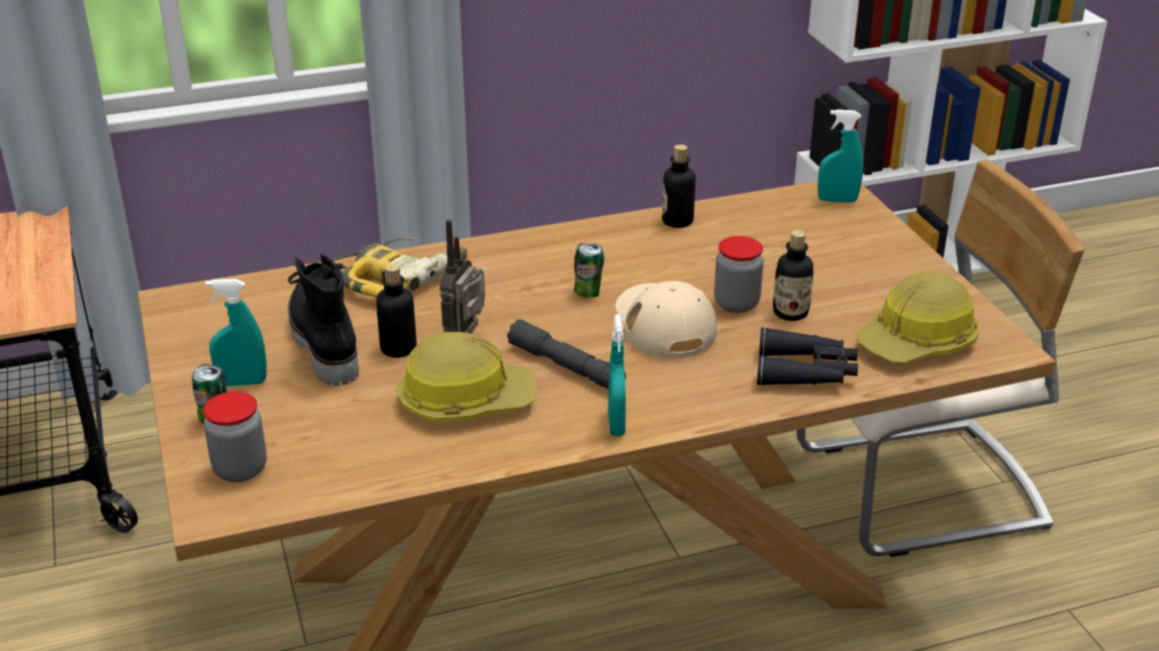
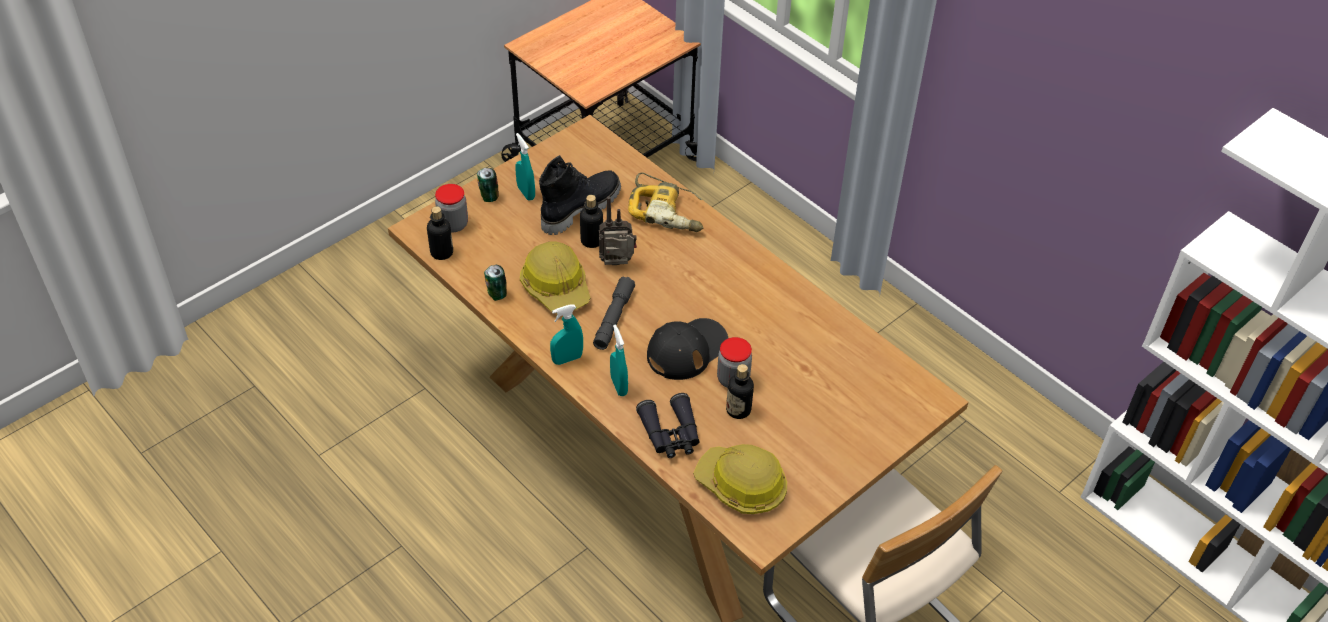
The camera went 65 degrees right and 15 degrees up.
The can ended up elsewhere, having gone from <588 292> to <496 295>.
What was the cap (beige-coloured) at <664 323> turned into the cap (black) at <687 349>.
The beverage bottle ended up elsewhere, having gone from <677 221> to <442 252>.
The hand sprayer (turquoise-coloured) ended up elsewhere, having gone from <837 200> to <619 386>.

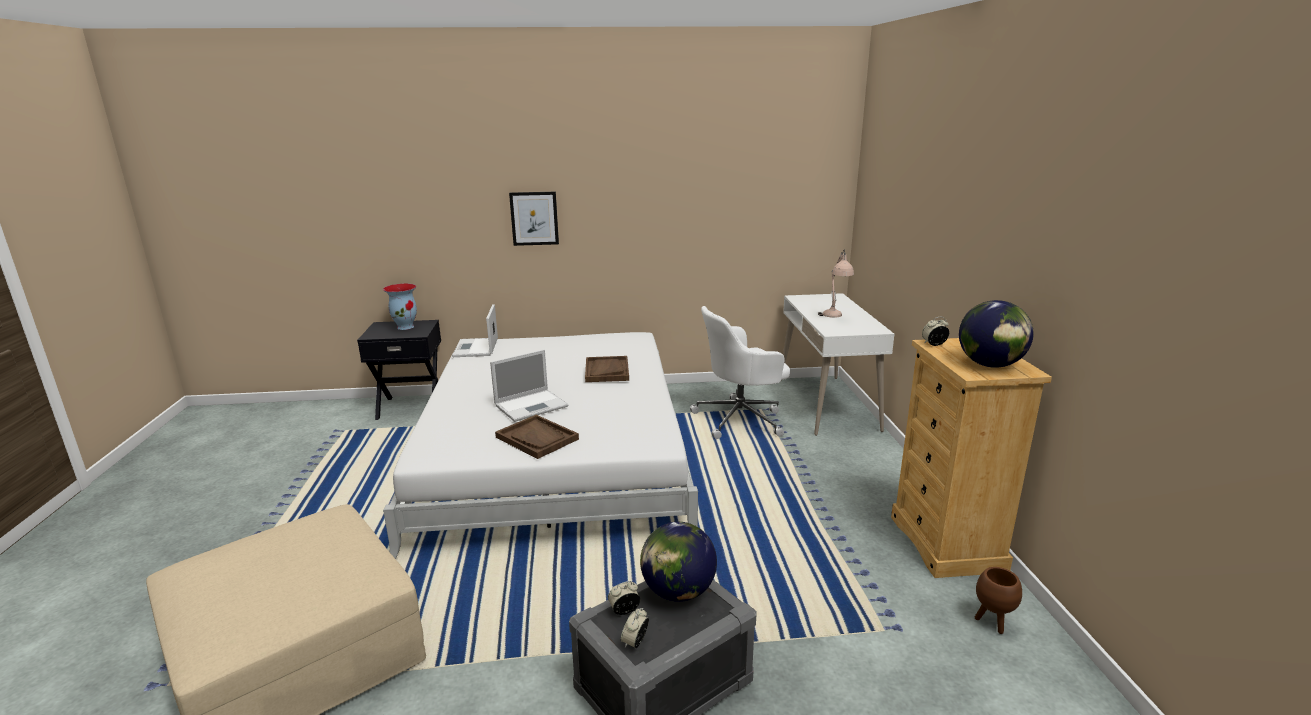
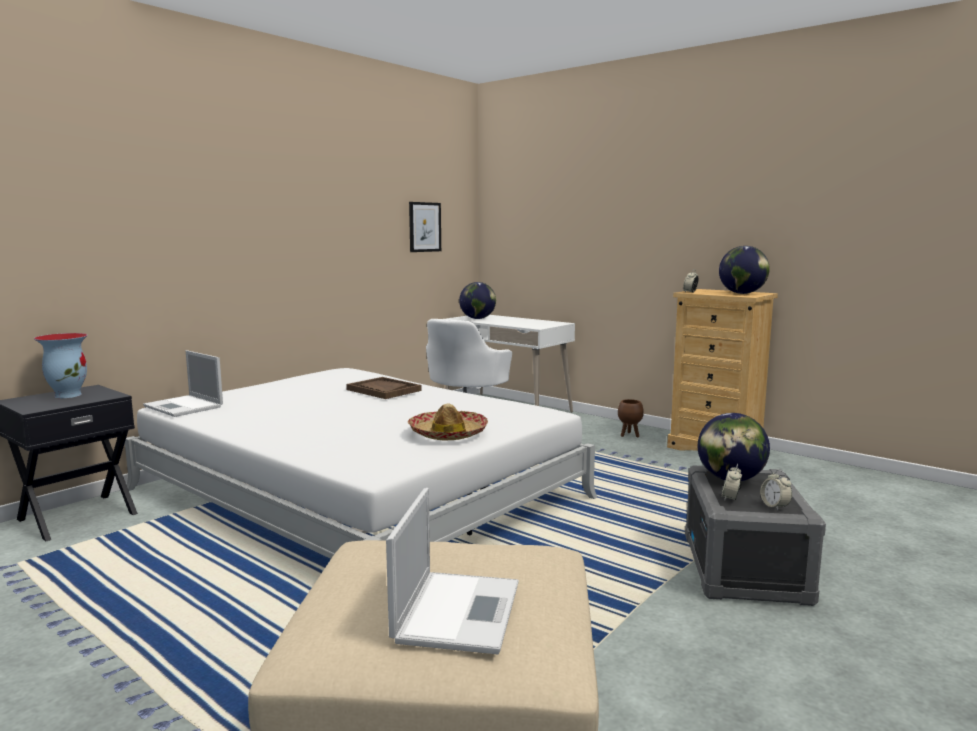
The camera went 45 degrees left and 10 degrees down.
The laptop ended up elsewhere, having gone from <532 405> to <458 610>.
Where the carrying tray (brown-coloured) stood at <537 438>, the wearable hat came to stand at <447 434>.
The wall art ended up elsewhere, having gone from <534 218> to <424 227>.
The second view lost the lamp for a table (beige-coloured) at <834 317>.
The plant pot (brown-coloured) ended up elsewhere, having gone from <992 622> to <629 435>.
The second view gained the desk globe at <477 318>.

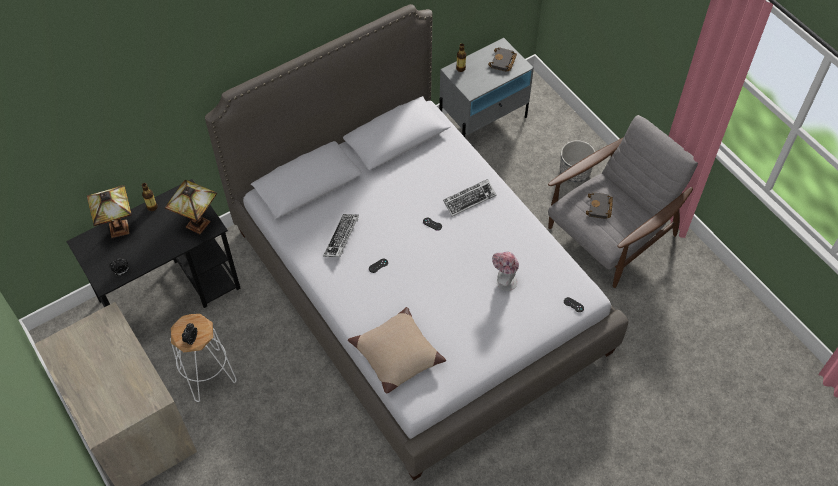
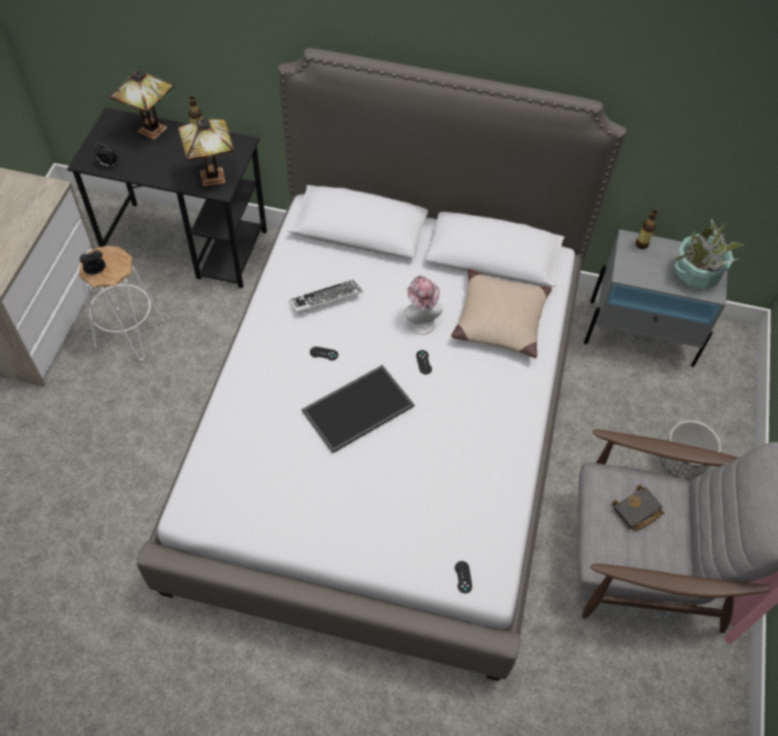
The camera went 45 degrees right and 0 degrees up.
The cushion (beige-coloured) ended up elsewhere, having gone from <396 355> to <499 320>.
The second view lost the PC keyboard at <469 199>.
Where the volume (black) stood at <503 62>, the potted plant came to stand at <696 273>.
The wearable hat ended up elsewhere, having gone from <504 281> to <420 320>.
The second view gained the carrying tray at <358 407>.

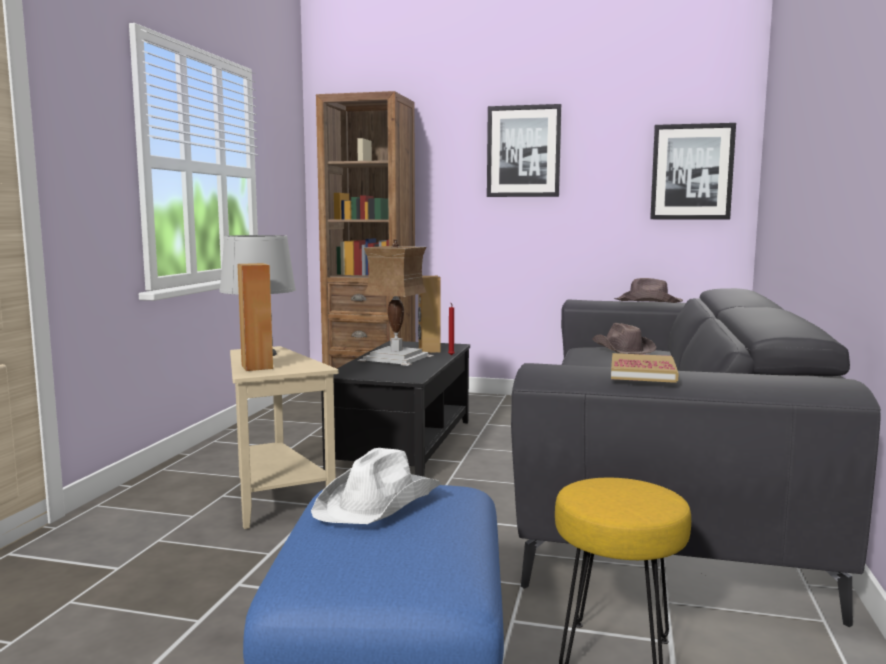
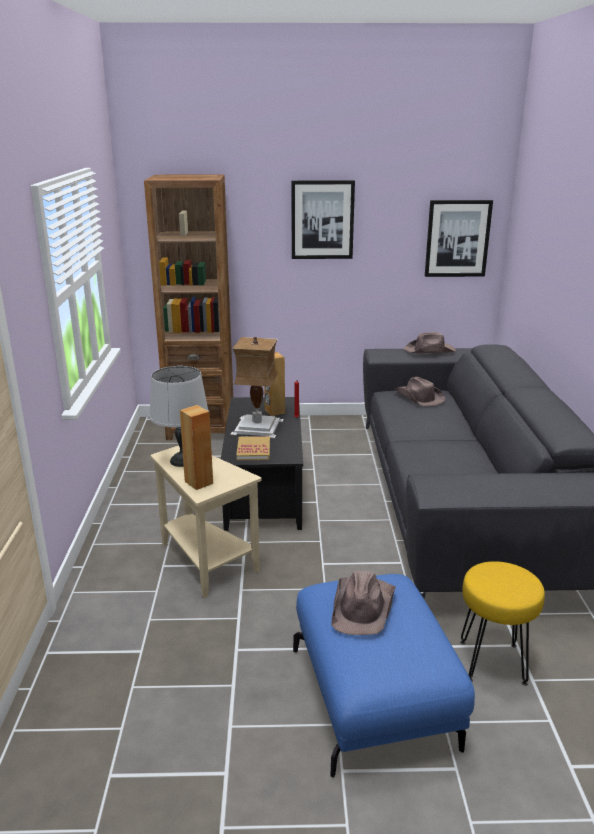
The camera went 15 degrees left and 15 degrees up.
What was the wearable hat (white-coloured) at <380 502> turned into the wearable hat (brown-coloured) at <363 607>.
The volume ended up elsewhere, having gone from <642 372> to <253 450>.

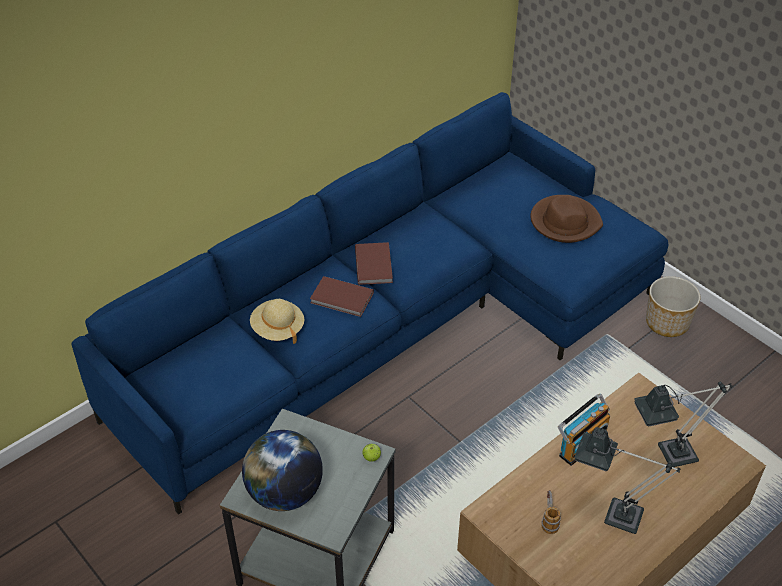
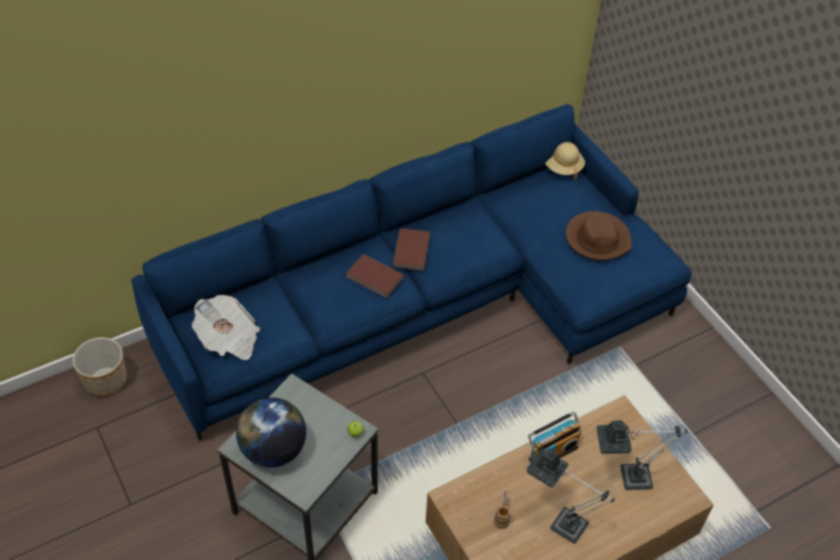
The camera went 10 degrees right and 5 degrees up.
The wearable hat (beige-coloured) ended up elsewhere, having gone from <278 329> to <562 166>.
The plant pot ended up elsewhere, having gone from <666 322> to <106 380>.
The second view gained the daily paper at <228 339>.

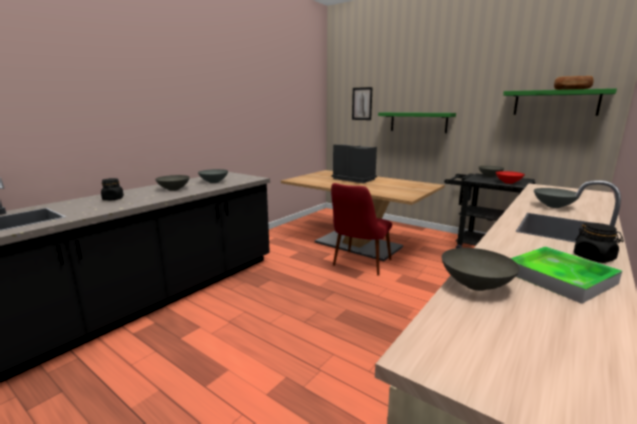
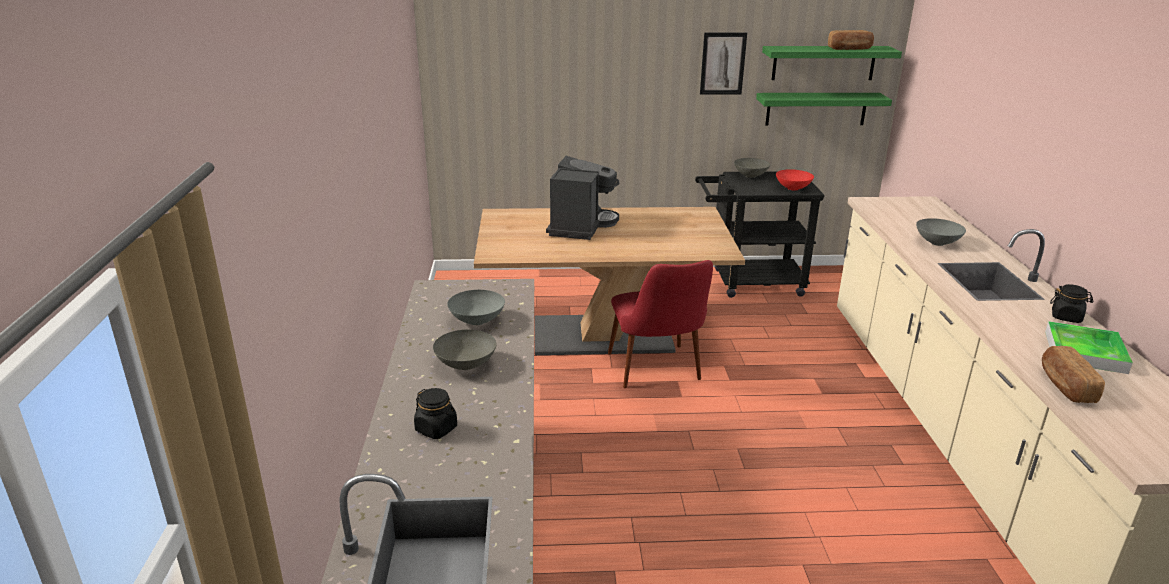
The camera went 40 degrees left and 10 degrees up.
The coffee maker at <353 179> ended up facing another way, 105 degrees clockwise from before.
The wall art ended up elsewhere, having gone from <362 103> to <723 63>.
The bracket shelf (greenish) ended up elsewhere, having gone from <418 122> to <816 109>.
Where the bowl (grey) stood at <476 285>, the bread came to stand at <1065 386>.

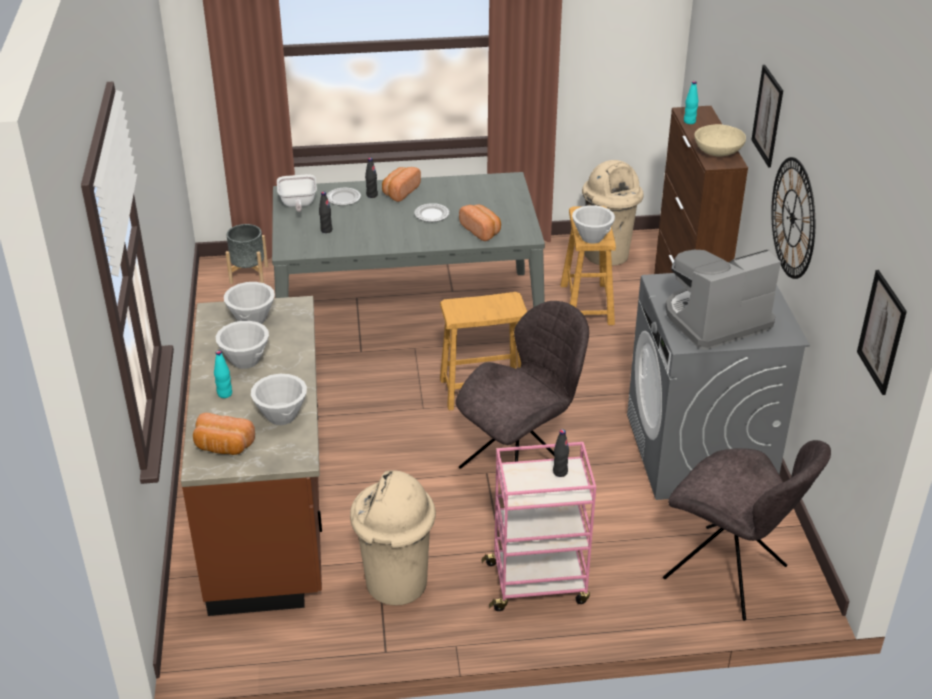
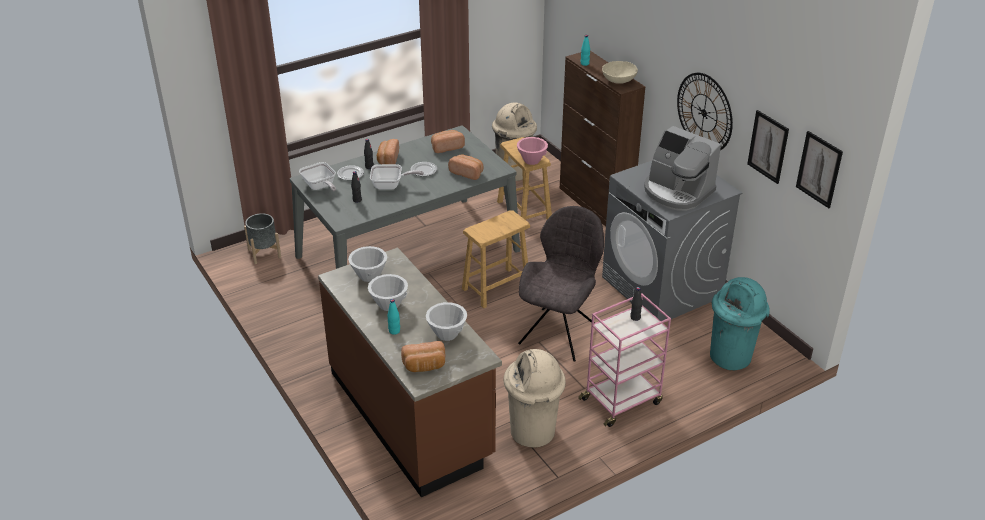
The camera went 25 degrees left and 0 degrees up.
What was the bowl (white-coloured) at <591 238> turned into the bowl (pinkish) at <531 160>.
Where the upright chair (grey) stood at <729 575>, the waste bin (turquoise-coloured) came to stand at <731 357>.
The coffee maker at <714 320> ended up facing another way, 90 degrees counterclockwise from before.
The wall art ended up elsewhere, having gone from <767 116> to <768 146>.
The second view gained the pan at <390 185>.
The second view gained the bread at <446 147>.

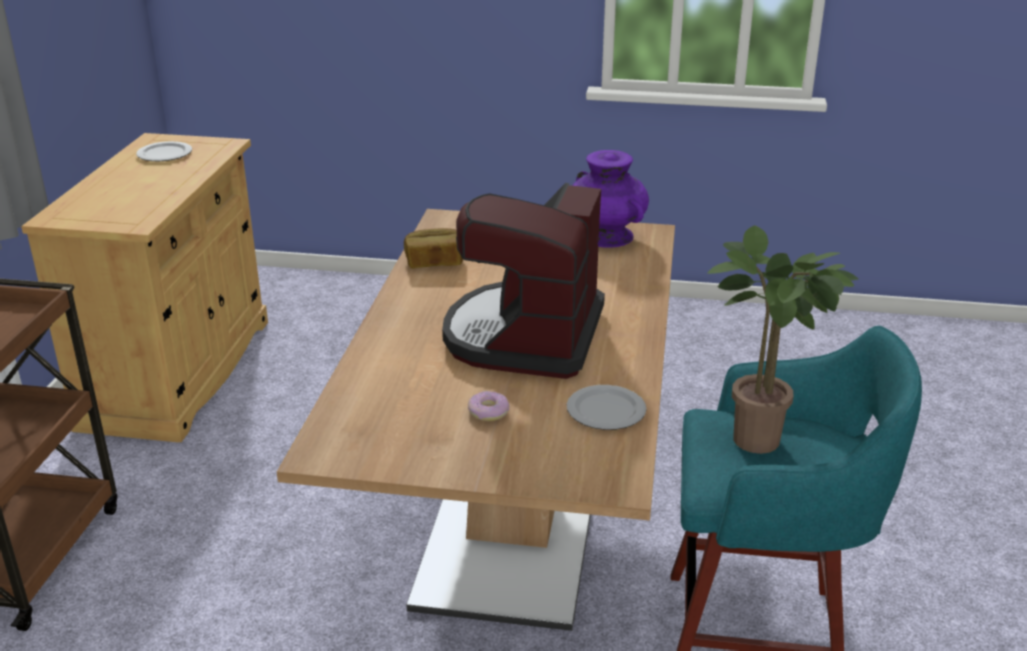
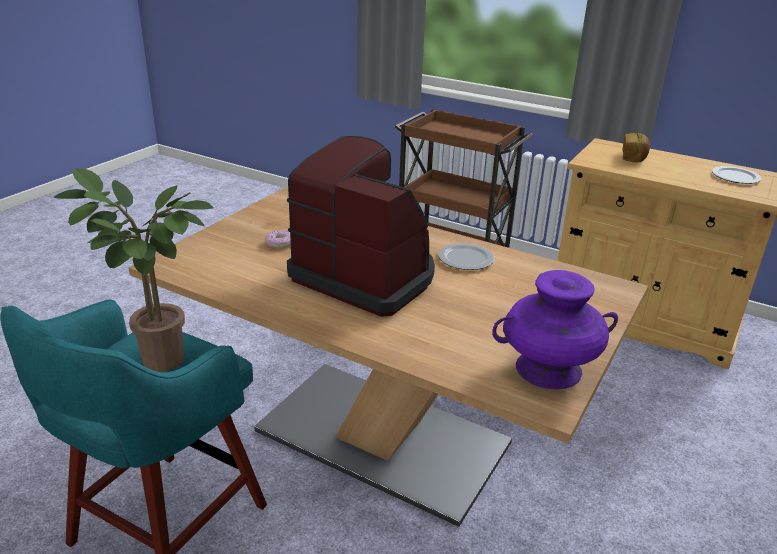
The camera went 110 degrees right and 0 degrees up.
The bread ended up elsewhere, having gone from <434 262> to <633 158>.
The plate ended up elsewhere, having gone from <604 410> to <466 258>.

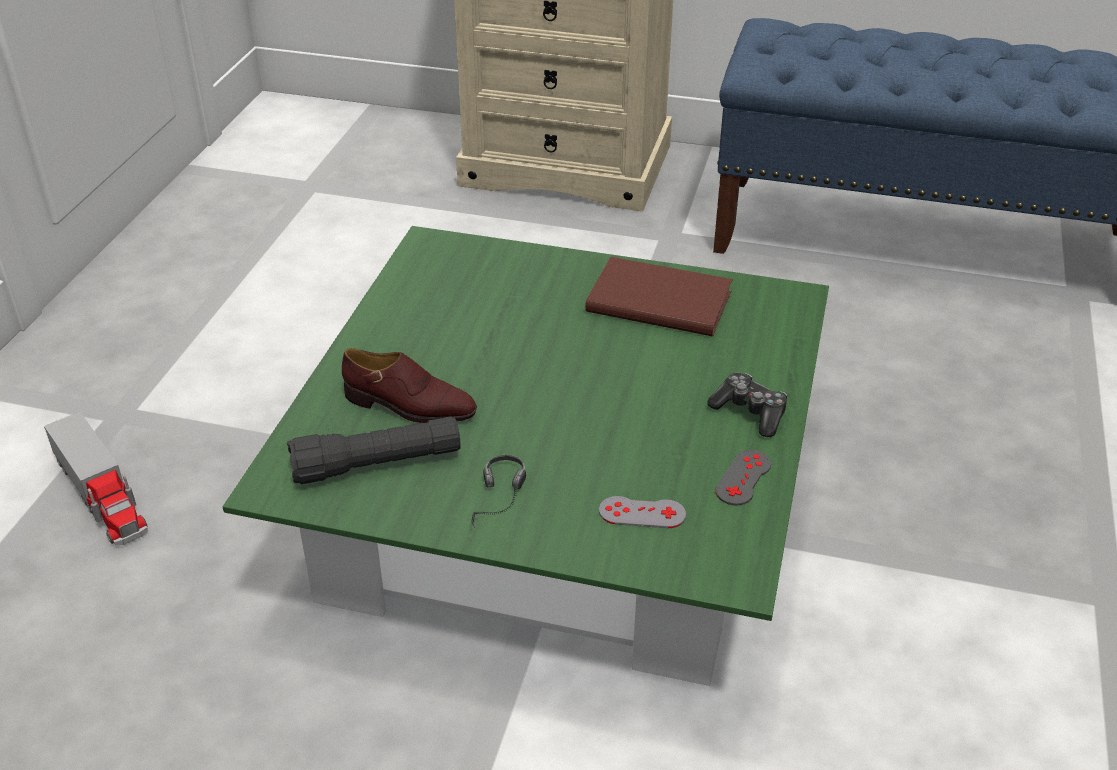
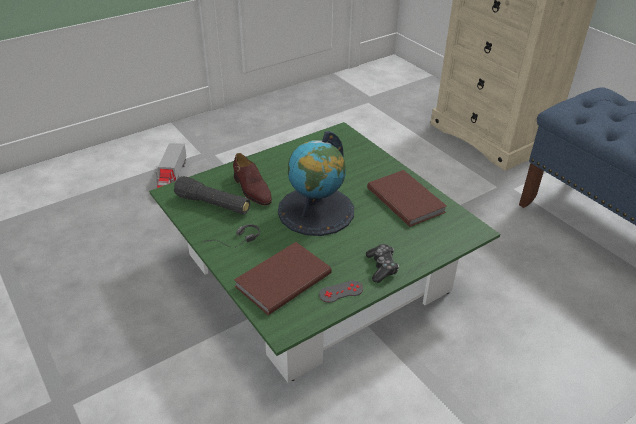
The camera went 40 degrees right and 0 degrees up.
Where the joypad (grey) stood at <642 513>, the volume (brown-coloured) came to stand at <281 279>.
The second view gained the desk globe at <316 211>.

